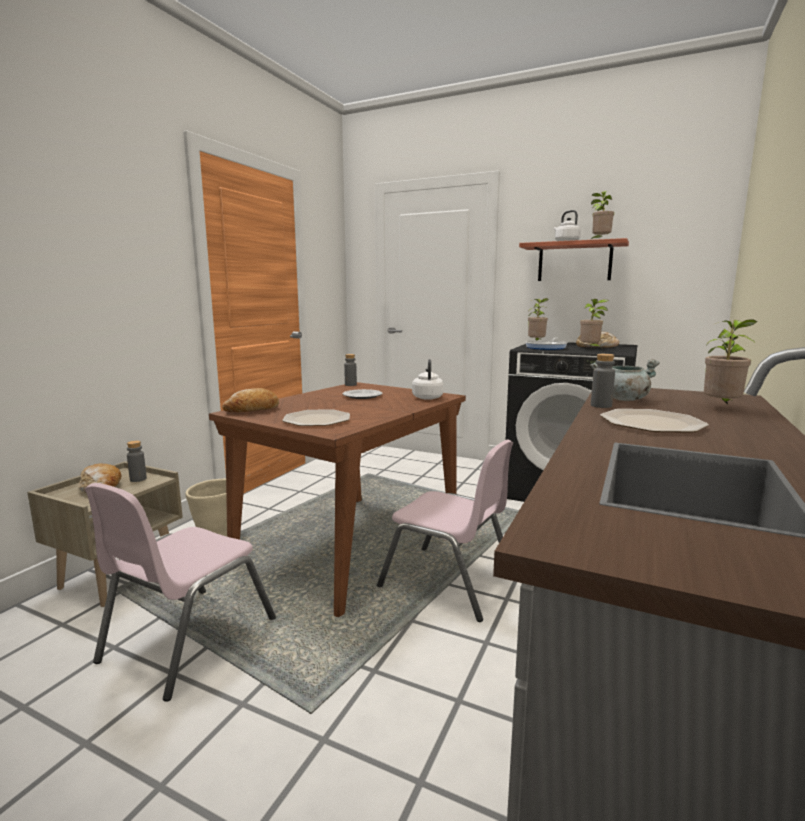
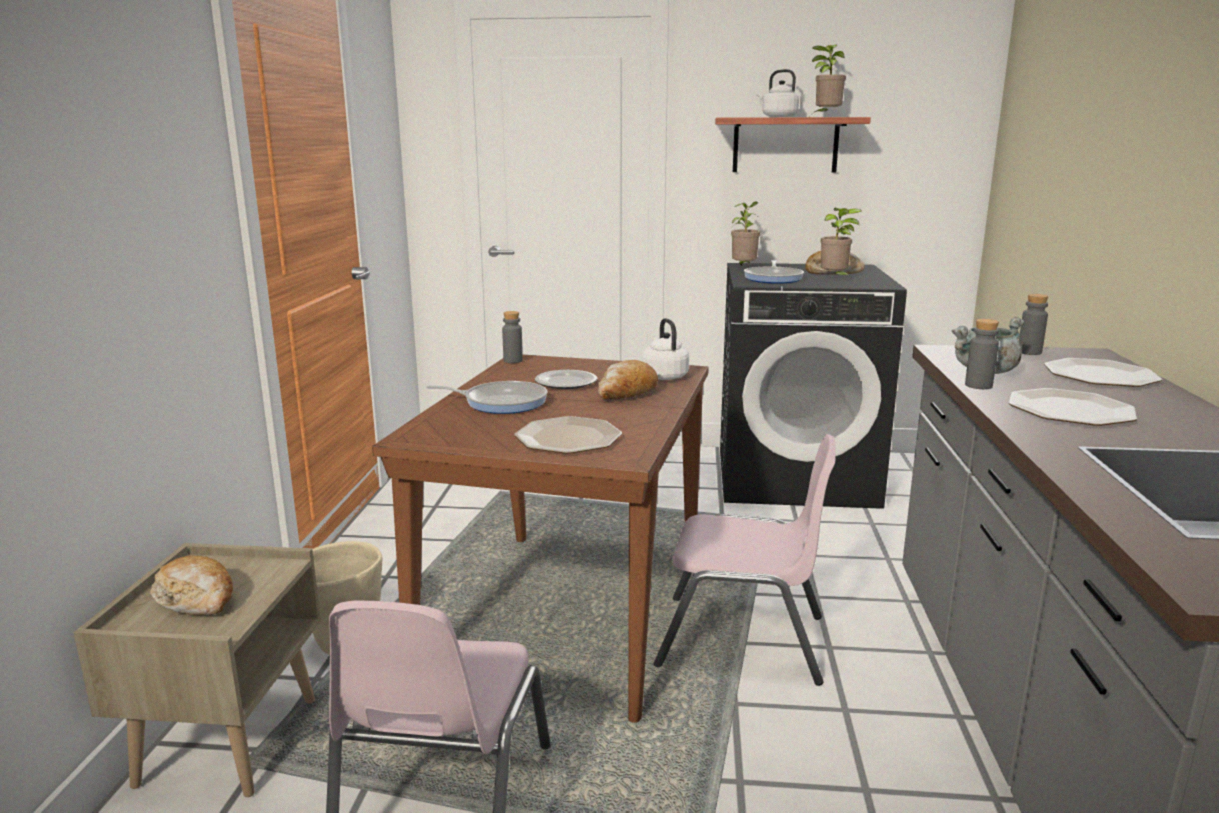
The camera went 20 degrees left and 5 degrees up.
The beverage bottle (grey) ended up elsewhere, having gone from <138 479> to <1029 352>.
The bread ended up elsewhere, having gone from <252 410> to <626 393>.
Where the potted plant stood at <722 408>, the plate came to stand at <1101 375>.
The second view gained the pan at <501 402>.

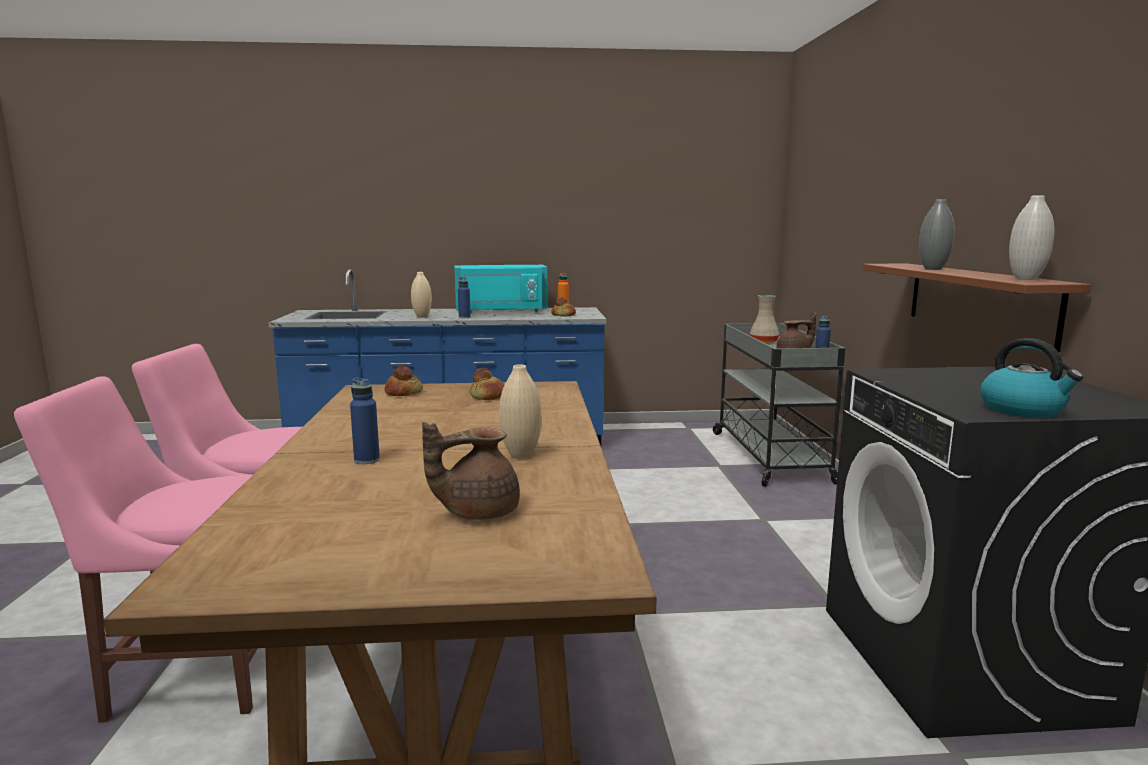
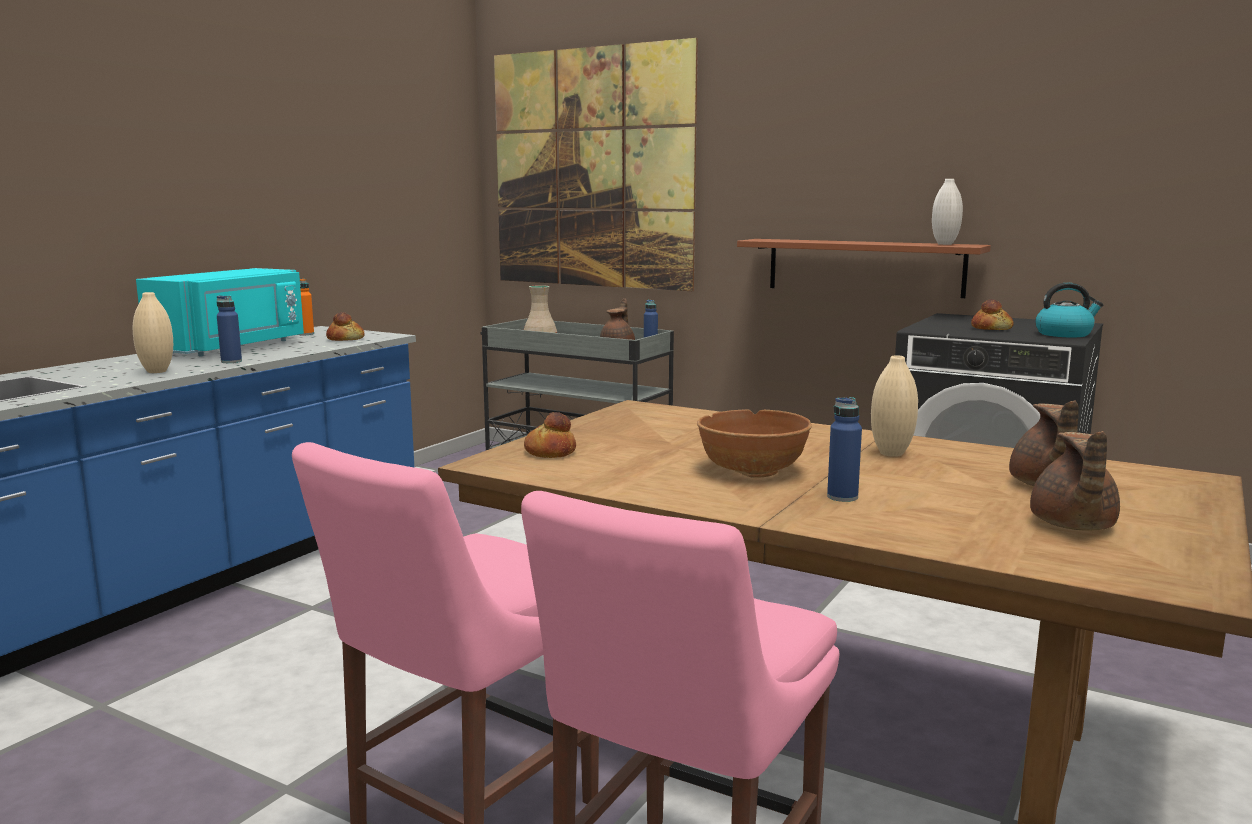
The camera went 55 degrees left and 0 degrees up.
The bread ended up elsewhere, having gone from <489 396> to <991 328>.
The second view lost the flower vase (grey) at <933 269>.
The second view gained the wall art at <591 169>.
The second view gained the bowl (brown-coloured) at <752 470>.
The second view gained the tea pot (brown-coloured) at <1072 526>.

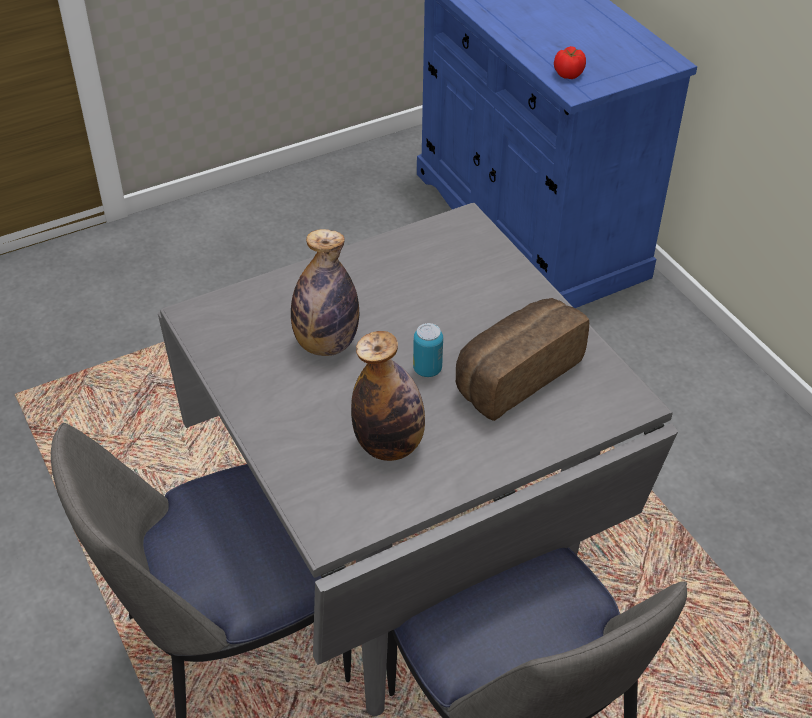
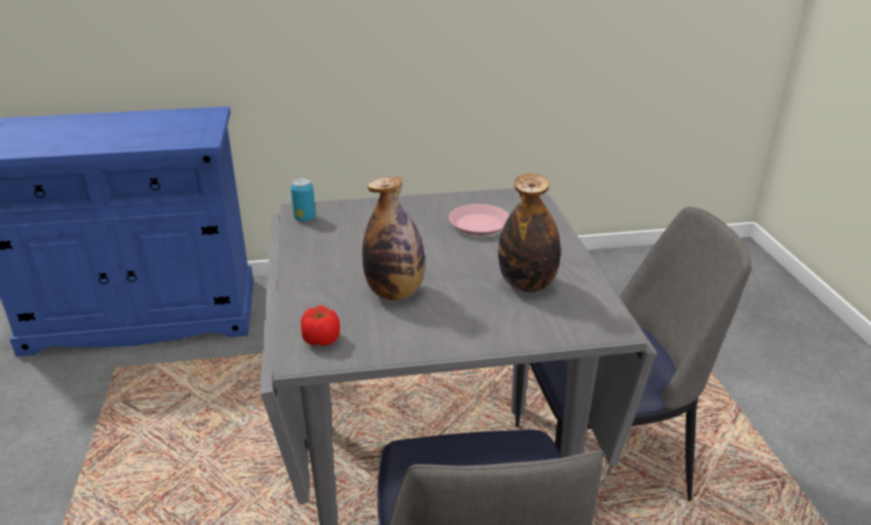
The camera went 70 degrees left and 15 degrees down.
The can ended up elsewhere, having gone from <427 369> to <305 218>.
Where the bread stood at <514 374>, the plate (pinkish) came to stand at <479 224>.
The fresh tomato ended up elsewhere, having gone from <569 74> to <321 339>.

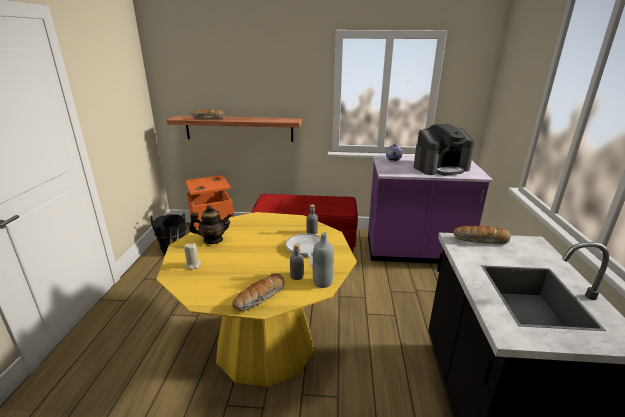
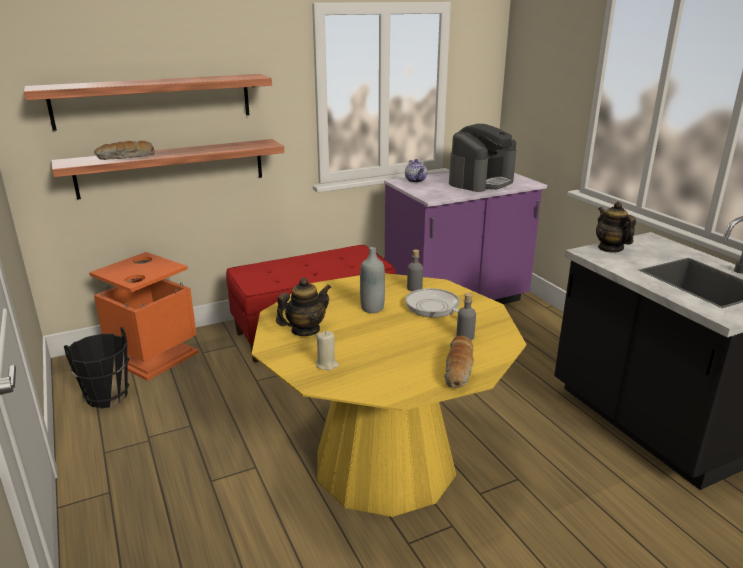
The camera went 30 degrees left and 0 degrees up.
The beverage bottle (grey) ended up elsewhere, having gone from <322 282> to <372 308>.
Where the bread stood at <480 241>, the tea pot came to stand at <610 248>.
The second view gained the bracket shelf at <153 101>.

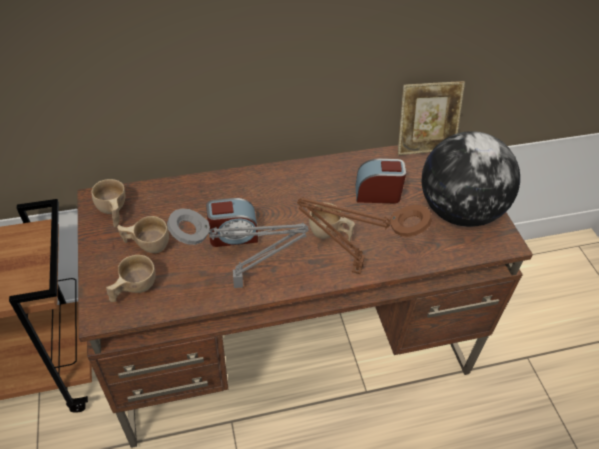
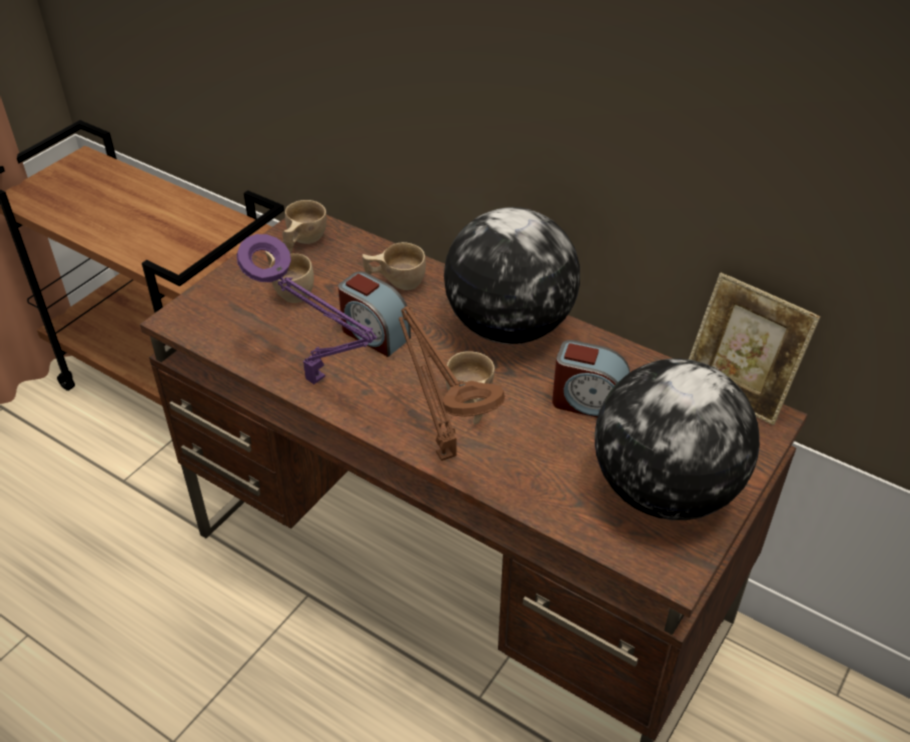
The camera went 50 degrees right and 5 degrees down.
The drinking cup (beige-coloured) ended up elsewhere, having gone from <133 289> to <395 282>.
What was the lamp for a table (grey) at <242 284> turned into the lamp for a table (purple-coloured) at <319 382>.
The bedside clock at <377 194> ended up facing another way, 150 degrees clockwise from before.
The second view gained the desk globe at <508 327>.

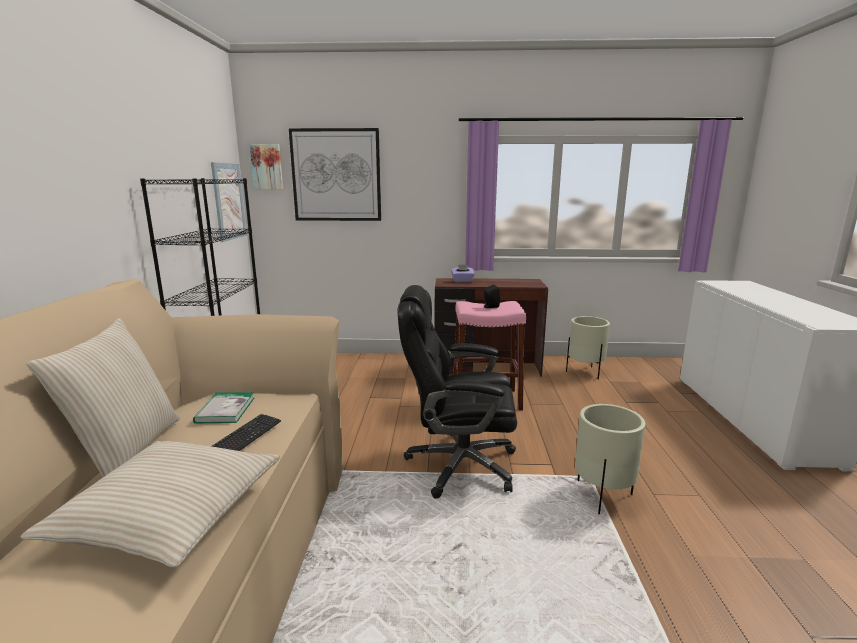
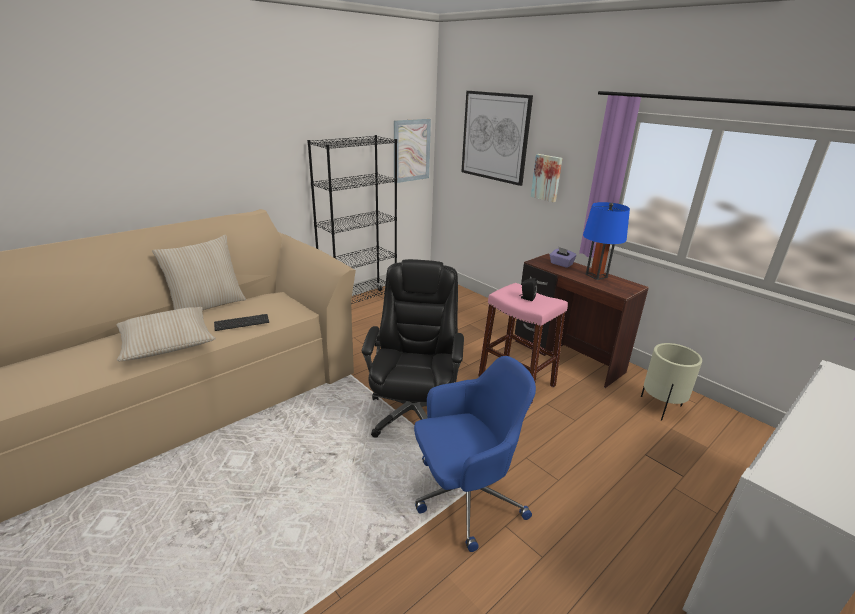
The camera went 45 degrees right and 10 degrees up.
The second view lost the volume at <225 410>.
The wall art ended up elsewhere, having gone from <267 167> to <547 177>.
The office chair (black) at <459 465> ended up facing another way, 45 degrees clockwise from before.
Where the plant pot (beige-coloured) stood at <602 496>, the office chair (bluish) came to stand at <465 497>.
The second view gained the lamp for a table (bluish) at <596 276>.

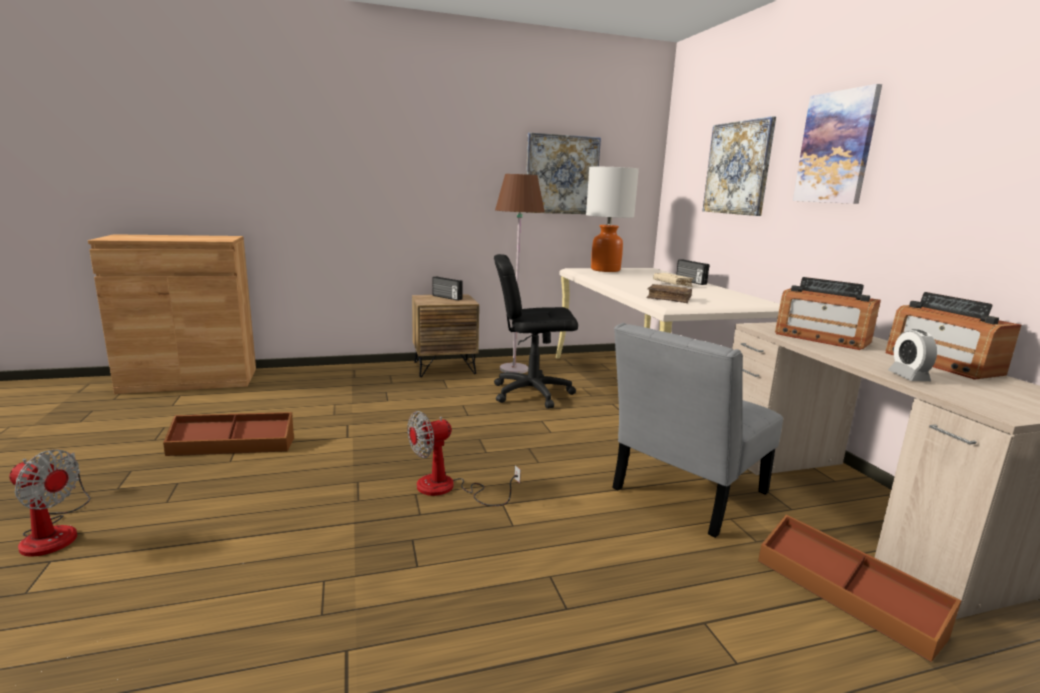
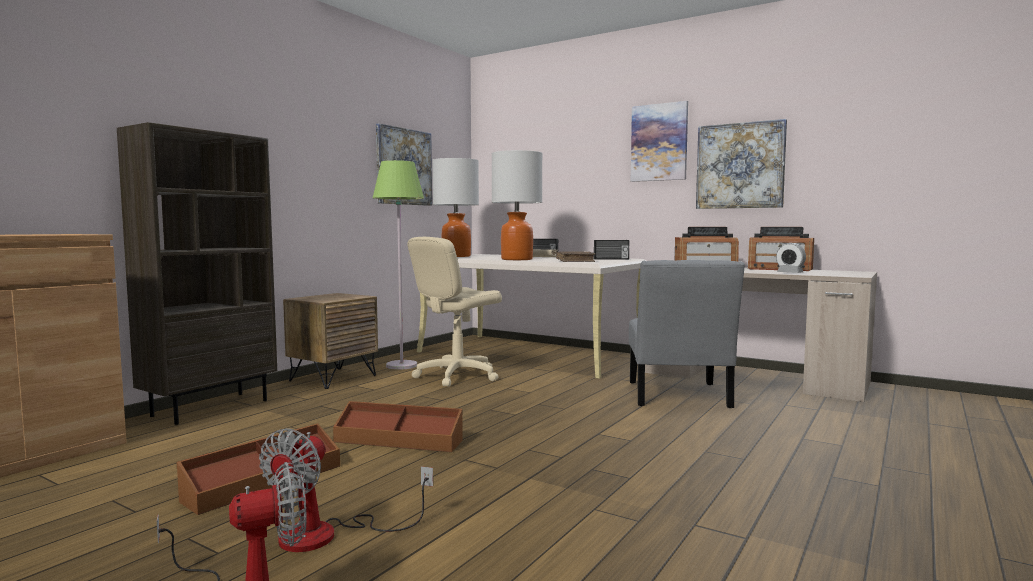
The camera went 40 degrees left and 10 degrees down.
The cooling fan ended up elsewhere, having gone from <448 489> to <328 534>.
The radio receiver ended up elsewhere, having gone from <446 297> to <611 259>.
What was the office chair (black) at <531 393> turned into the office chair (beige-coloured) at <457 376>.
What was the standing lamp (brown-coloured) at <513 369> turned into the standing lamp (greenish) at <401 366>.
The wall art ended up elsewhere, having gone from <738 168> to <740 166>.
The storage container (brown-coloured) ended up elsewhere, having gone from <846 596> to <399 440>.
The second view gained the shelving unit (brown-coloured) at <211 407>.
The second view gained the lamp for a table at <517 259>.

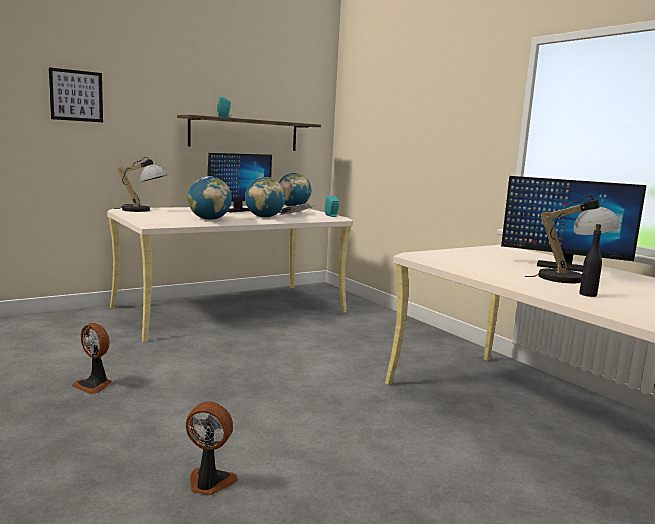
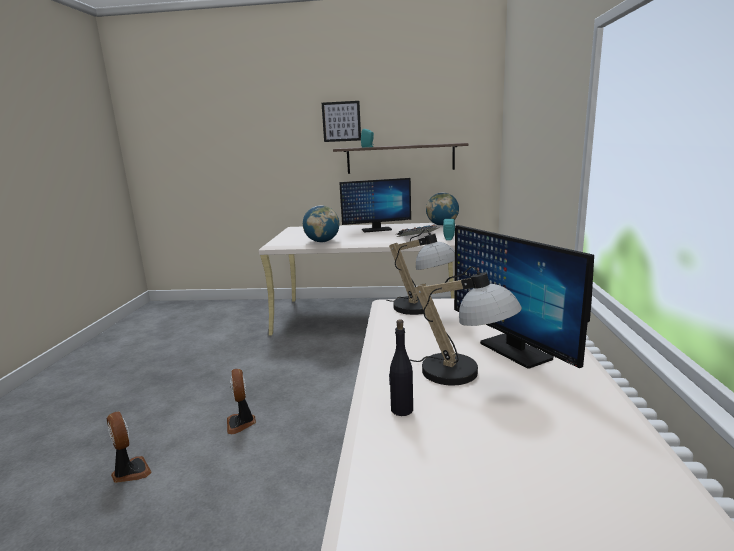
The camera went 40 degrees right and 5 degrees up.
The wall art ended up elsewhere, having gone from <76 95> to <341 121>.
The cooling fan ended up elsewhere, having gone from <94 385> to <241 423>.
The lamp for a table ended up elsewhere, having gone from <143 210> to <423 309>.
The second view lost the desk globe at <264 217>.

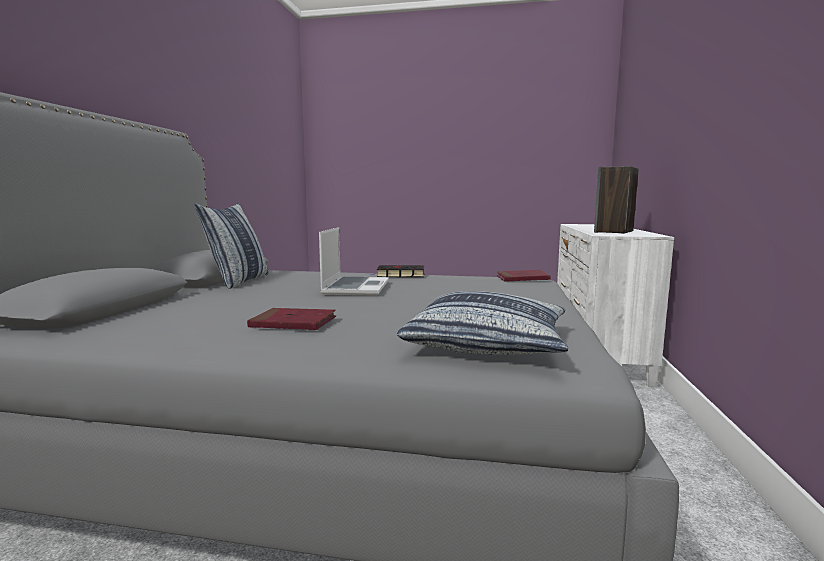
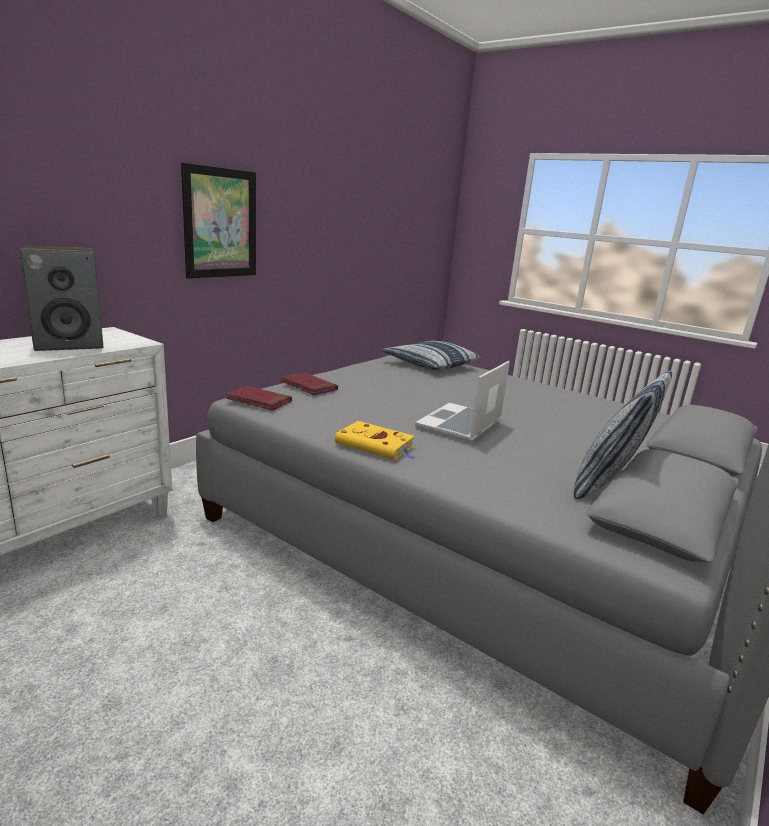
The camera went 155 degrees left and 10 degrees up.
The volume (reddish) ended up elsewhere, having gone from <293 323> to <309 386>.
What was the volume (black) at <399 275> turned into the volume (yellow-coloured) at <377 445>.
The second view gained the wall art at <220 223>.

